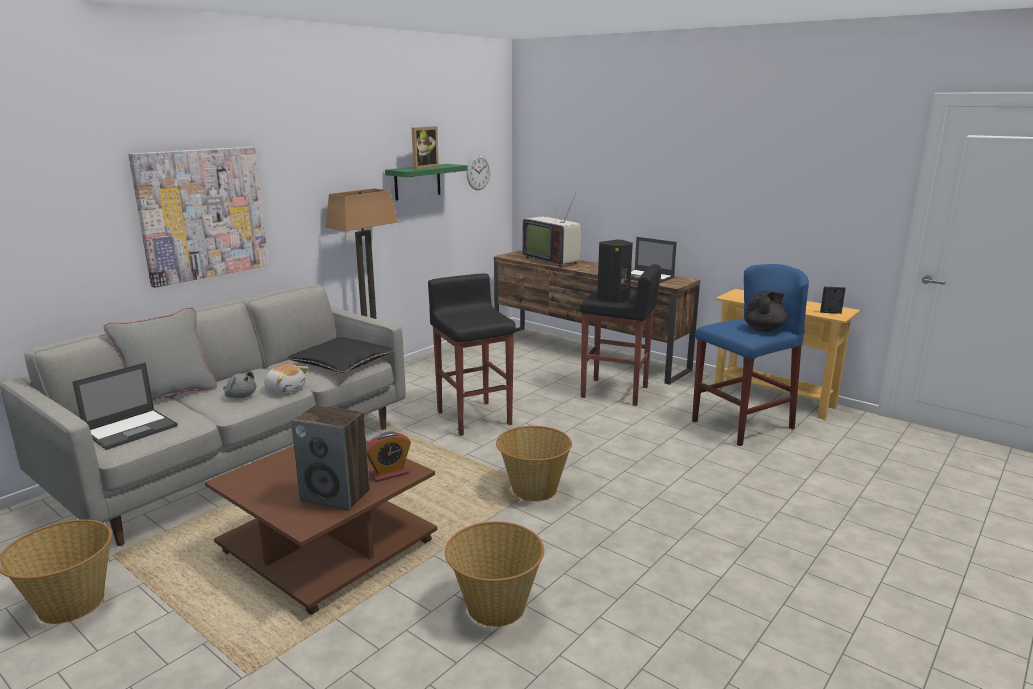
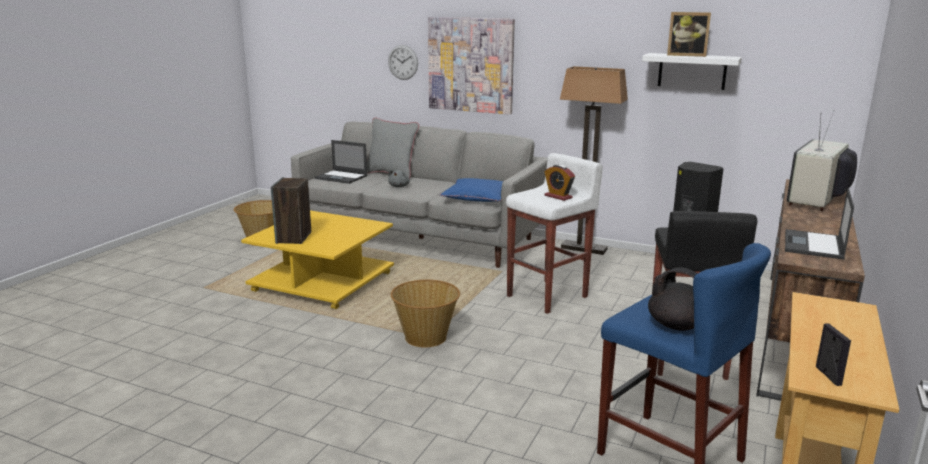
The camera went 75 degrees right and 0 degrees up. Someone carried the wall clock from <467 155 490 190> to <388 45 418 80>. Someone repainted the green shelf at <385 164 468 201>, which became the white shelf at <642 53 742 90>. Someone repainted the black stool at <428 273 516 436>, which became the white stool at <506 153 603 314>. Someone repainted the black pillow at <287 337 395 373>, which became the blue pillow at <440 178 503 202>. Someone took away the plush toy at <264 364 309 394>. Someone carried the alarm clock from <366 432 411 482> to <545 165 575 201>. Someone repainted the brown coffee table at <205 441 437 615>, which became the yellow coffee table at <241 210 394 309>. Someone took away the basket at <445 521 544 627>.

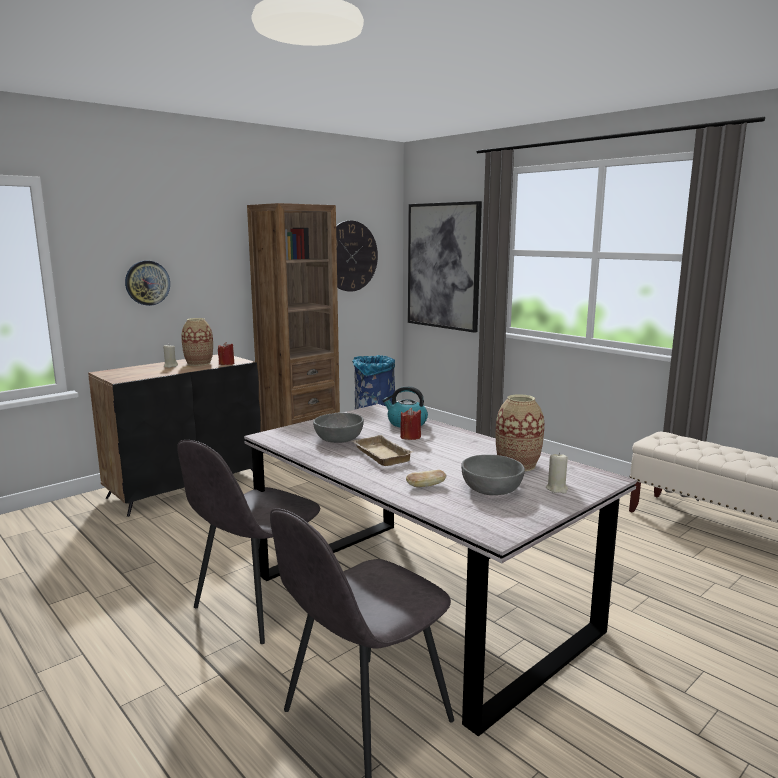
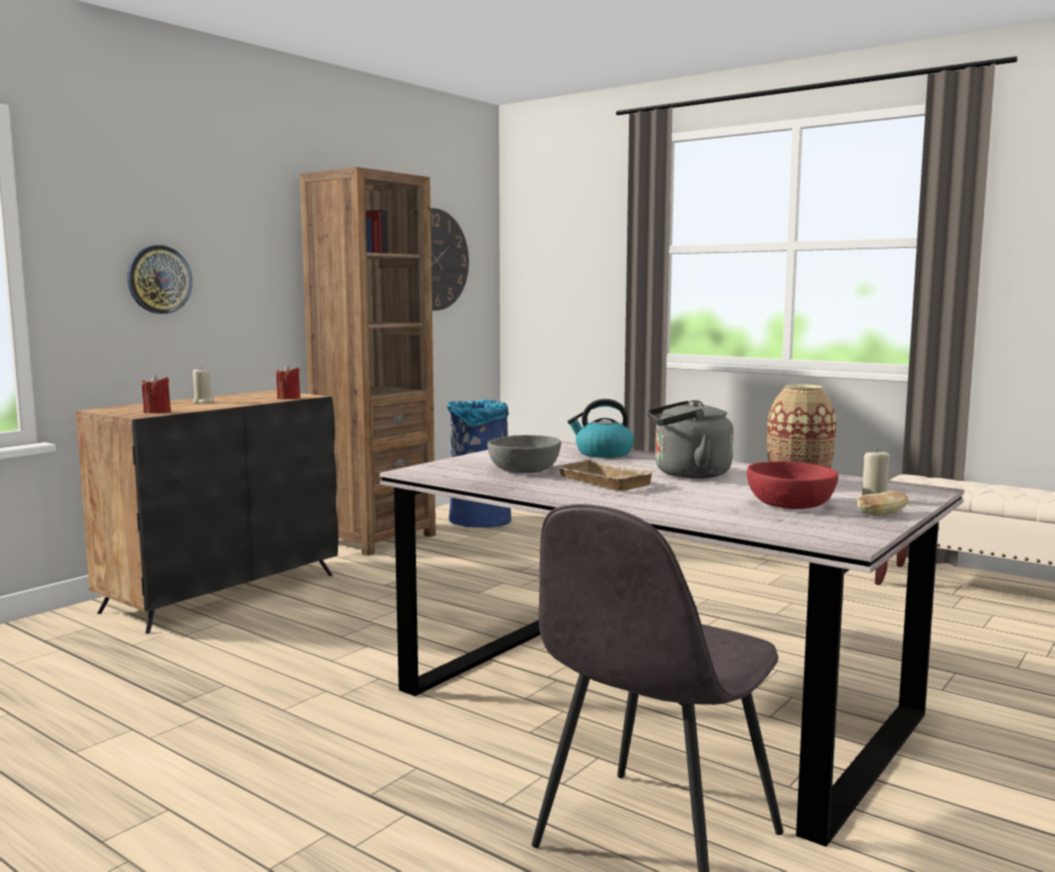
The camera went 10 degrees left and 5 degrees down. Someone took away the picture at <408 201 482 333>. Someone took away the vase at <181 318 213 366>. Someone carried the red candle from <400 407 421 440> to <142 374 171 413>. Someone took away the grey chair at <177 440 320 644>. Someone repainted the grey bowl at <461 455 525 495>, which became the red bowl at <747 461 838 509>. Someone carried the bread from <406 470 446 487> to <856 491 909 516>. Someone put down the grey kettle at <647 400 733 478>.

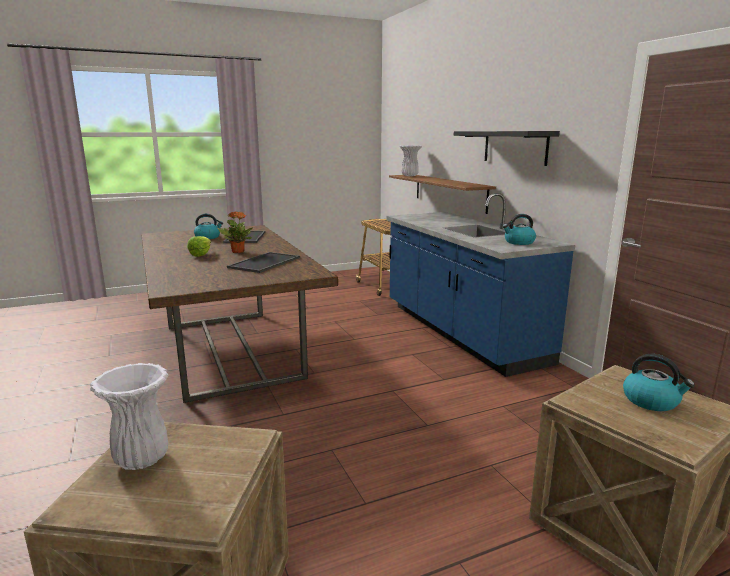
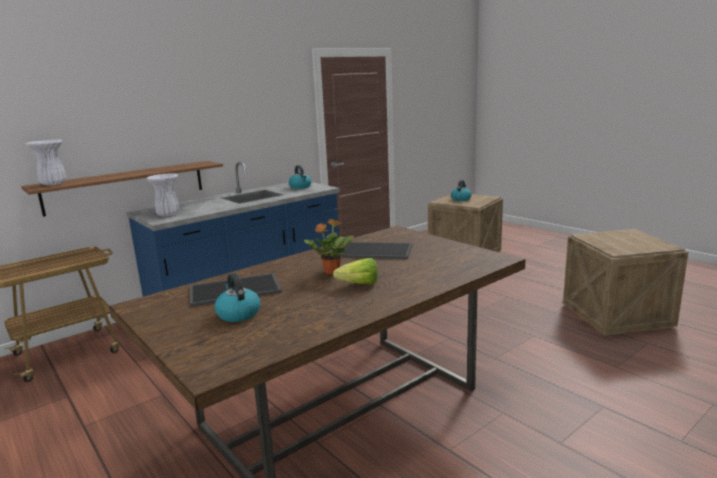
The camera went 105 degrees left and 0 degrees up. Someone took away the black shelf at <454 131 560 166>. Someone carried the white vase from <90 363 168 470> to <146 174 179 217>.

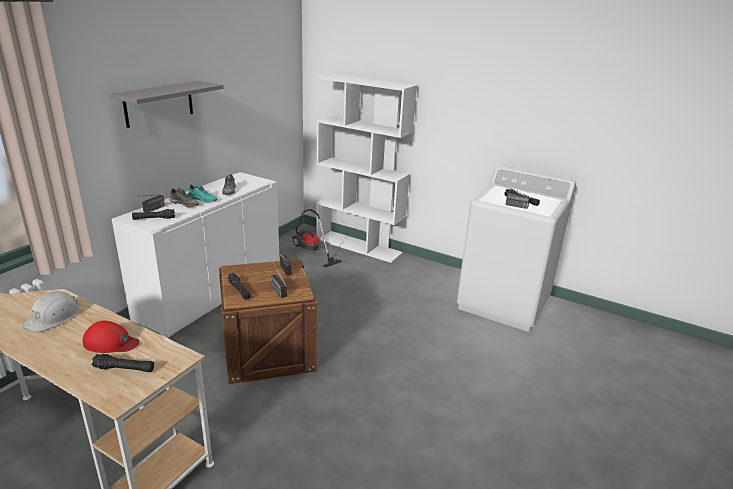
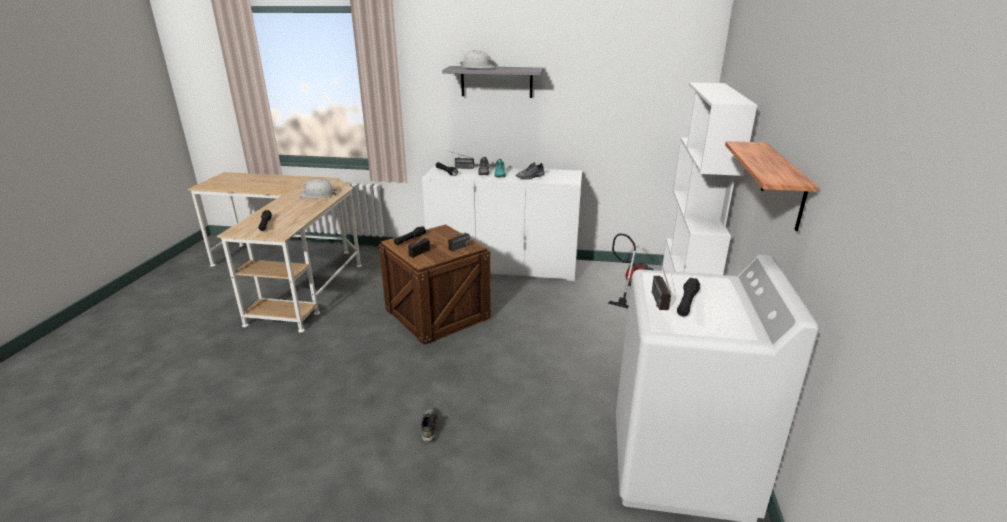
The camera went 70 degrees right and 0 degrees up. Someone took away the red cap at <83 321 140 353>. Someone put down the white hard hat at <459 50 496 68>. Someone put up the shelf at <725 141 818 231>. Someone put down the grey shoe at <421 408 437 442>.

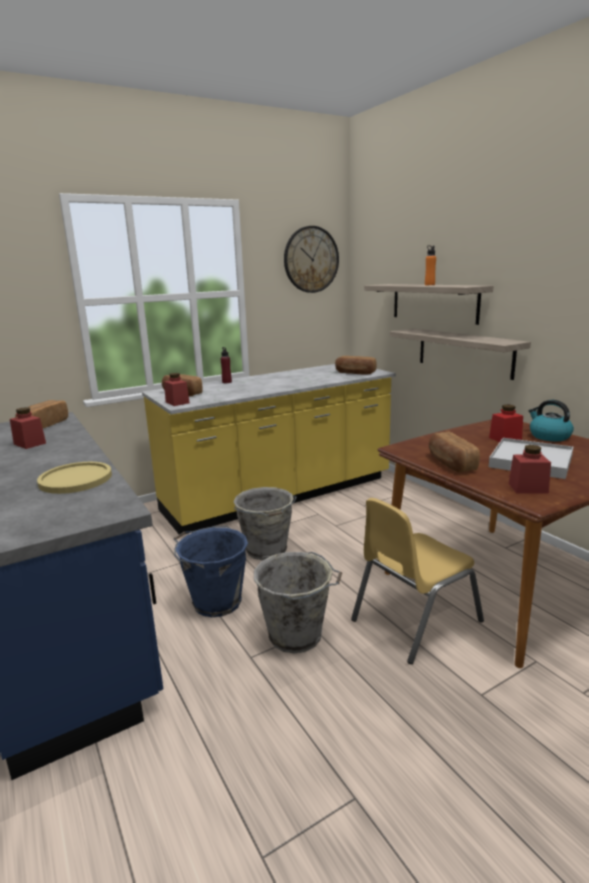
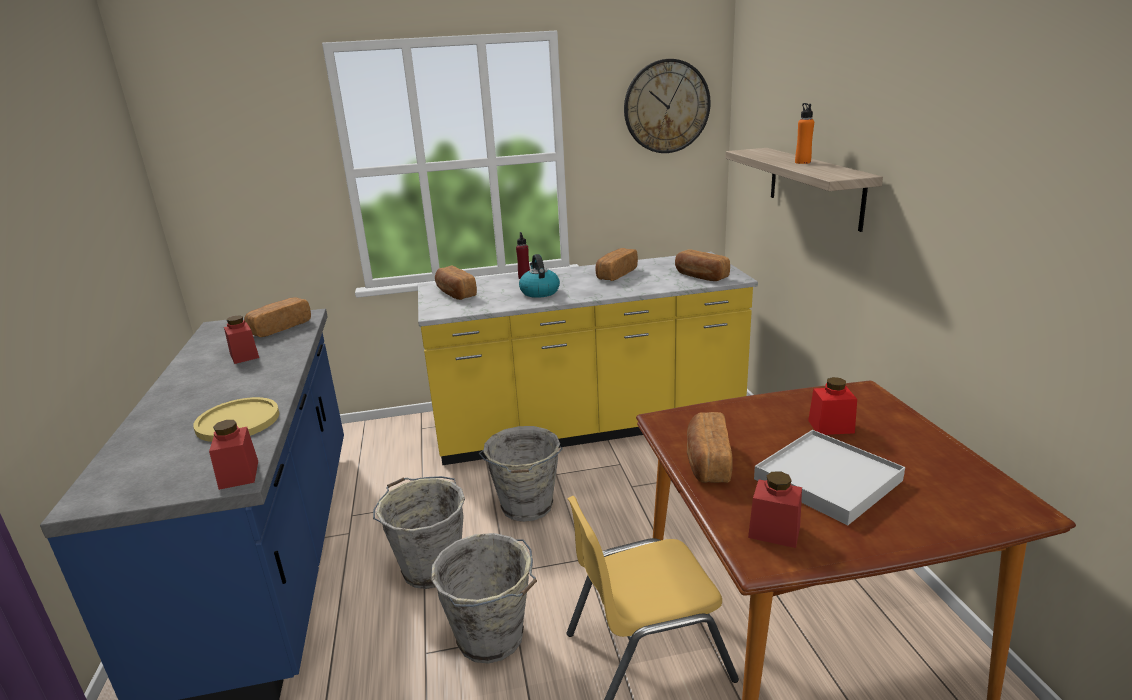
The camera went 20 degrees right and 5 degrees up. Someone took away the shelf at <390 328 531 380>. Someone carried the red jar from <164 373 190 406> to <209 420 258 490>. Someone carried the kettle from <529 400 574 441> to <519 254 560 298>. Someone repainted the blue bucket at <174 526 248 617>, which became the grey bucket at <373 476 465 589>. Someone put down the bread at <596 248 638 281>.

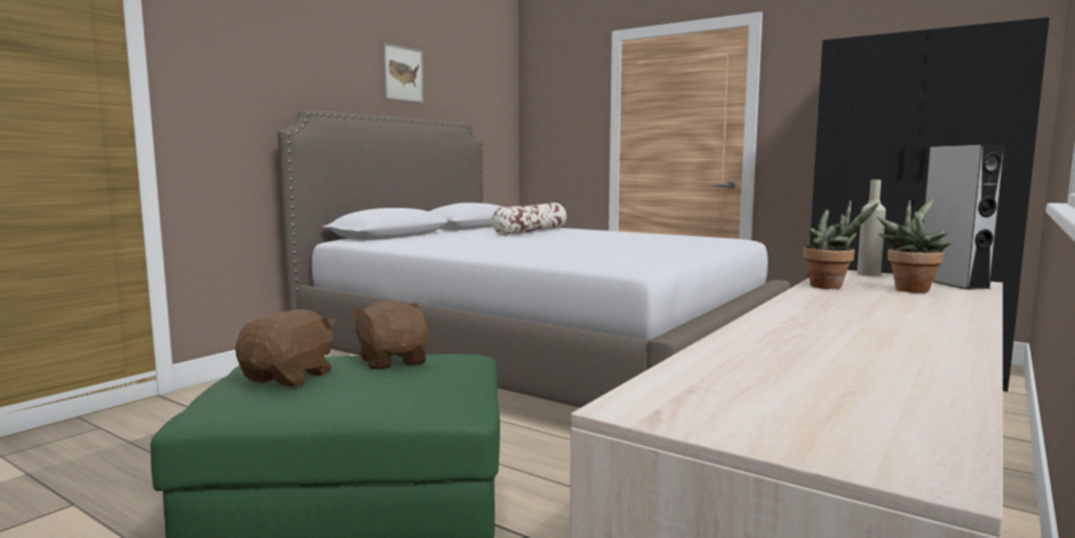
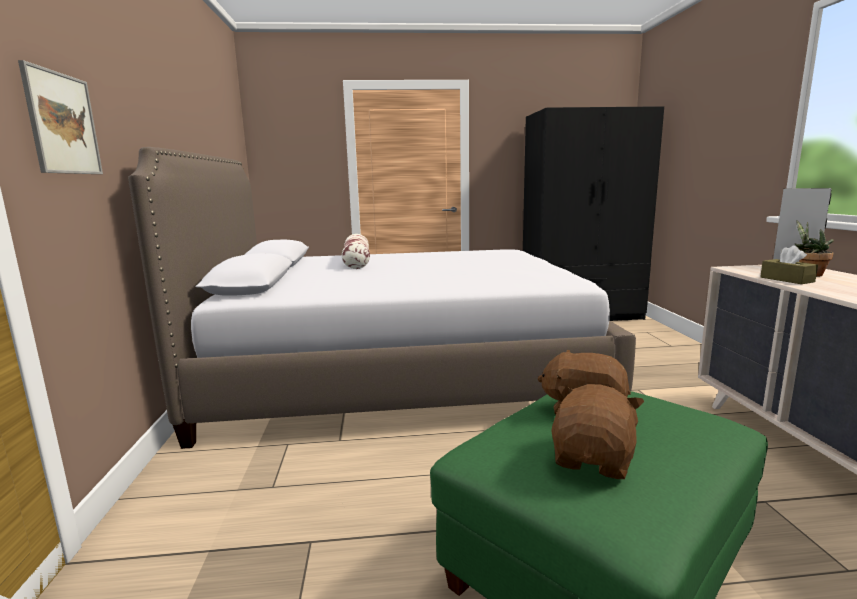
The camera went 40 degrees left and 5 degrees up. Someone carried the picture from <382 43 424 103> to <18 60 103 174>. Someone took away the beige bottle at <857 180 886 276>. Someone swapped the potted plant at <803 200 879 289> for the brown tissue box at <760 246 818 284>. Someone rotated the brown plush toy at <235 309 335 387> by 45 degrees clockwise.

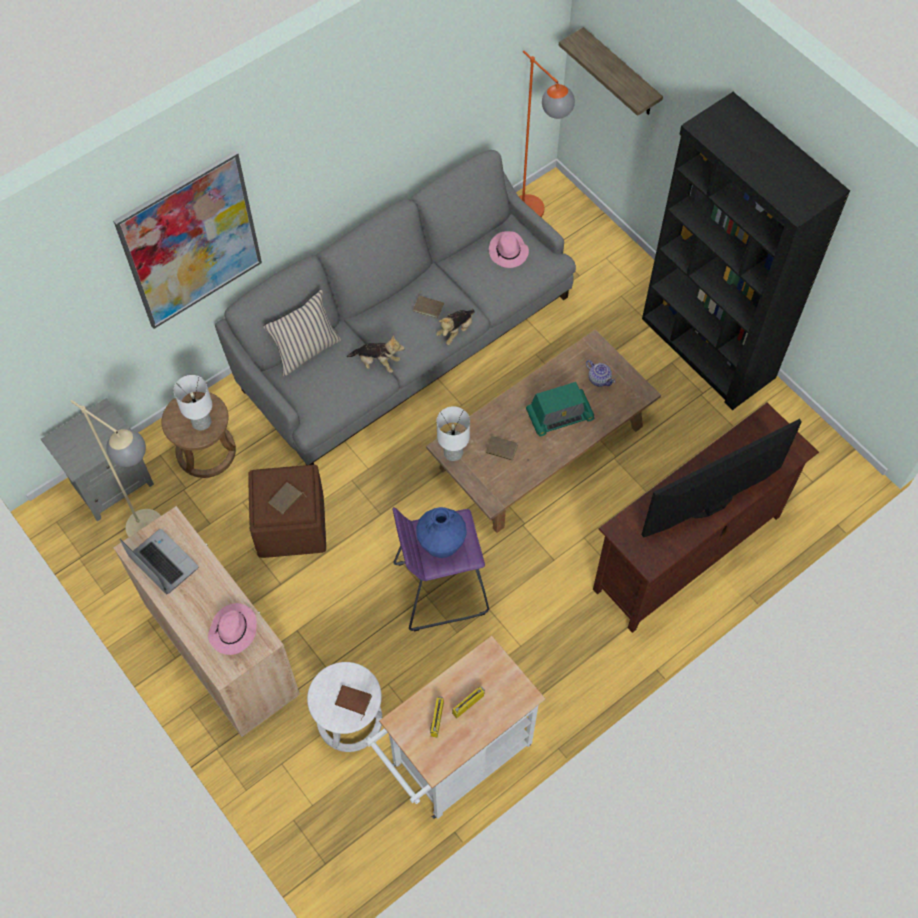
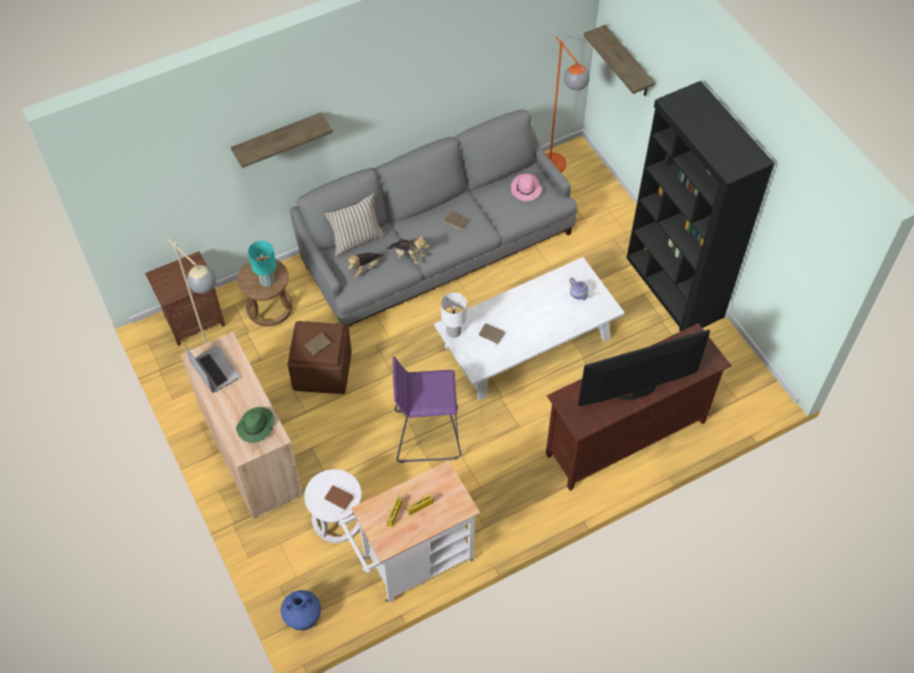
The camera went 10 degrees right and 5 degrees down. Someone swapped the picture at <113 150 262 329> for the shelf at <231 112 333 168>. Someone carried the plush toy from <436 309 475 345> to <347 252 383 278>. Someone repainted the brown coffee table at <426 330 661 533>, which became the white coffee table at <434 257 625 400>. Someone repainted the white table lamp at <174 375 212 430>, which became the turquoise table lamp at <248 241 276 286>. Someone took away the radio at <526 382 594 436>. Someone repainted the grey nightstand at <41 398 154 521>, which became the brown nightstand at <145 251 226 346>. Someone carried the blue vase from <416 507 467 558> to <281 590 321 631>. Someone repainted the pink hat at <208 603 257 655>, which became the green hat at <236 407 274 443>.

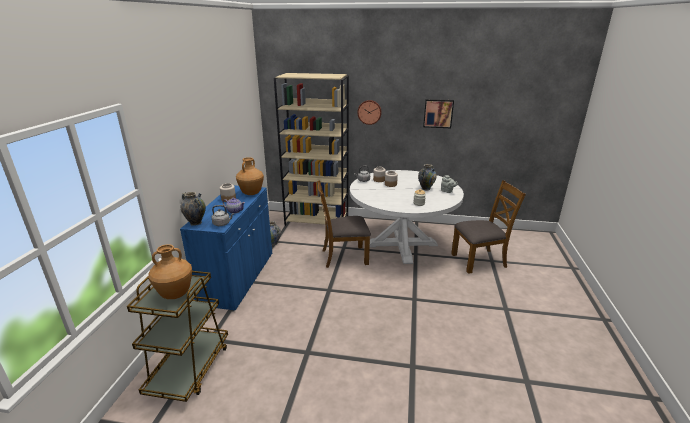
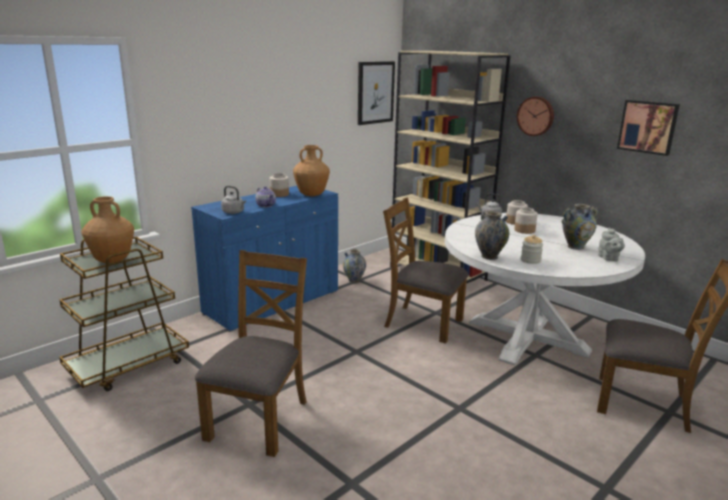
The camera went 35 degrees right and 5 degrees down. Someone carried the vase from <181 192 206 226> to <475 211 509 260>. Someone put up the picture at <358 61 395 125>. Someone put down the brown chair at <195 250 307 457>.

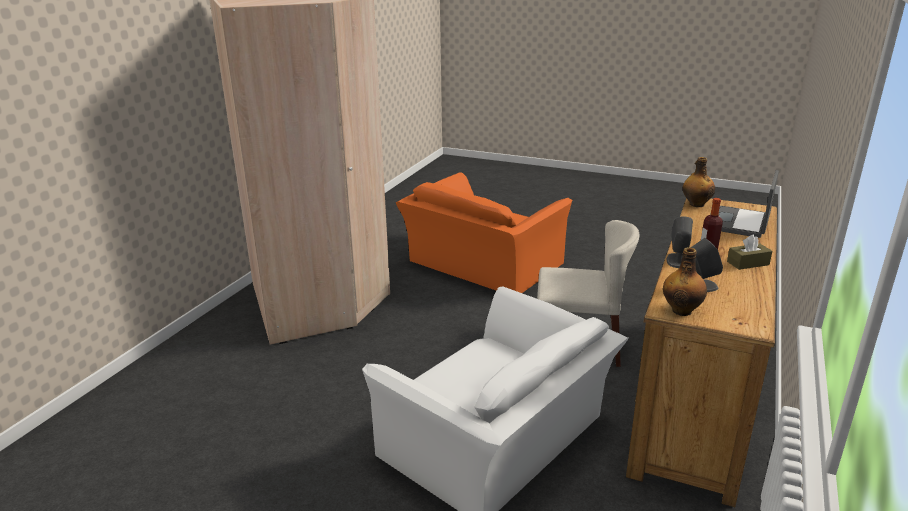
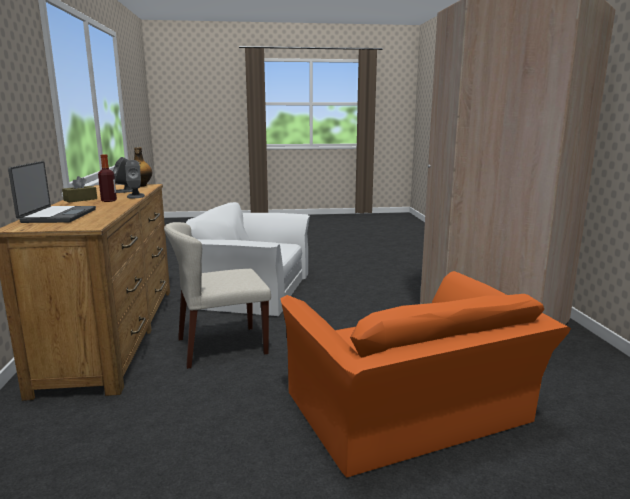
The camera went 150 degrees right and 10 degrees down. Someone took away the bottle at <682 157 715 207>. Someone rotated the orange armchair at <396 172 572 293> by 150 degrees clockwise.

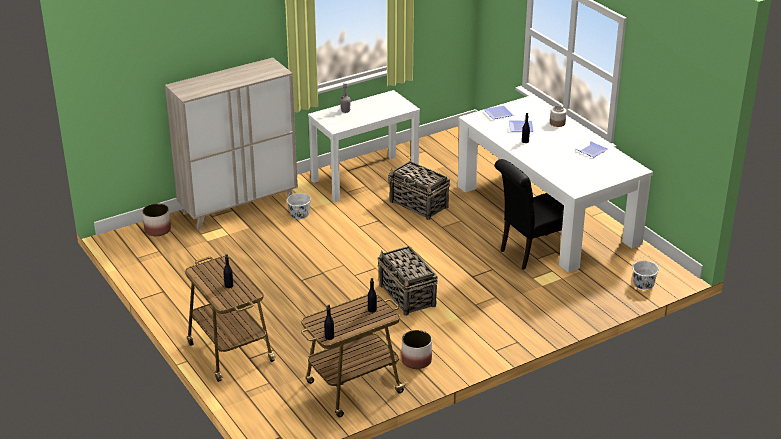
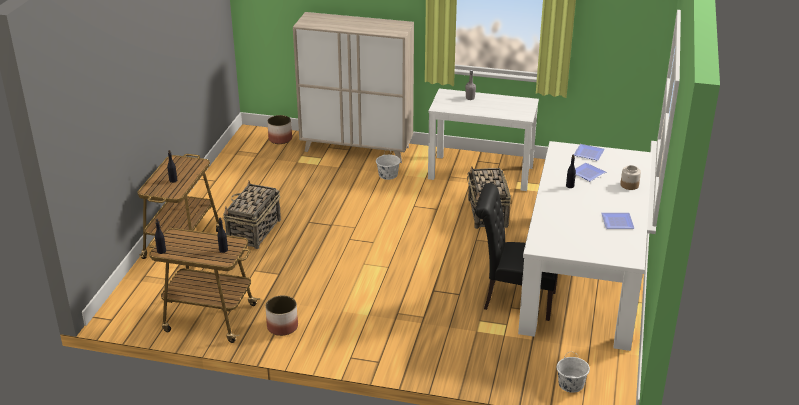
The camera went 45 degrees right and 0 degrees up. Someone carried the basket from <377 246 438 316> to <223 181 281 249>.

